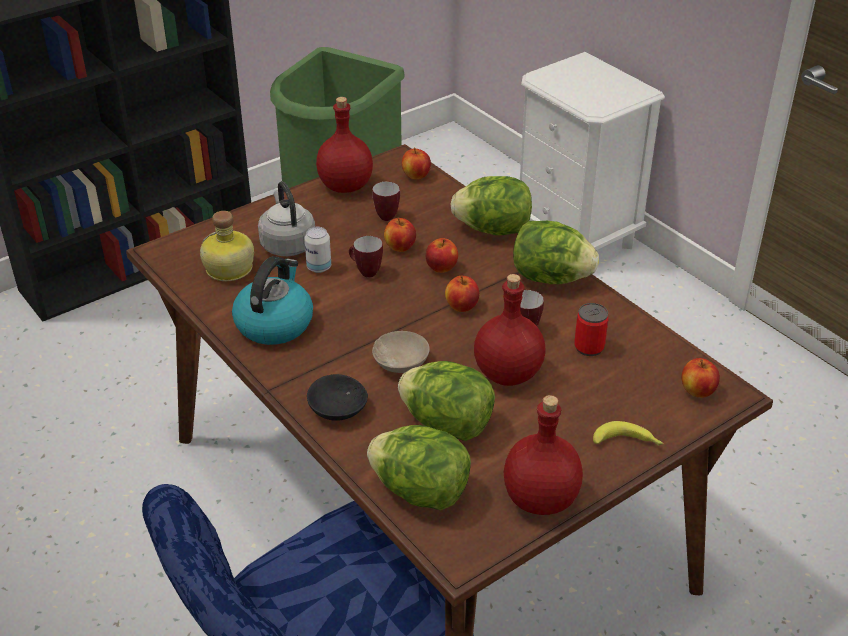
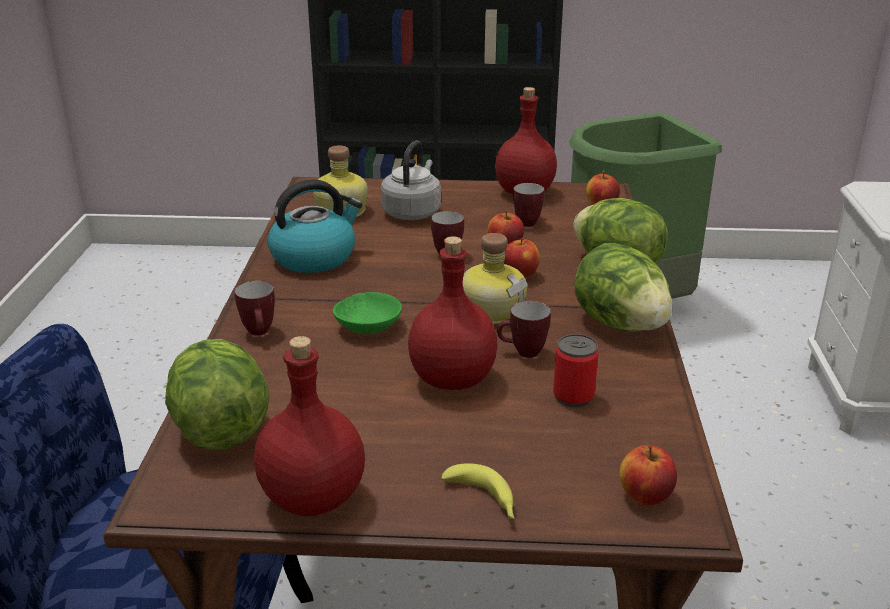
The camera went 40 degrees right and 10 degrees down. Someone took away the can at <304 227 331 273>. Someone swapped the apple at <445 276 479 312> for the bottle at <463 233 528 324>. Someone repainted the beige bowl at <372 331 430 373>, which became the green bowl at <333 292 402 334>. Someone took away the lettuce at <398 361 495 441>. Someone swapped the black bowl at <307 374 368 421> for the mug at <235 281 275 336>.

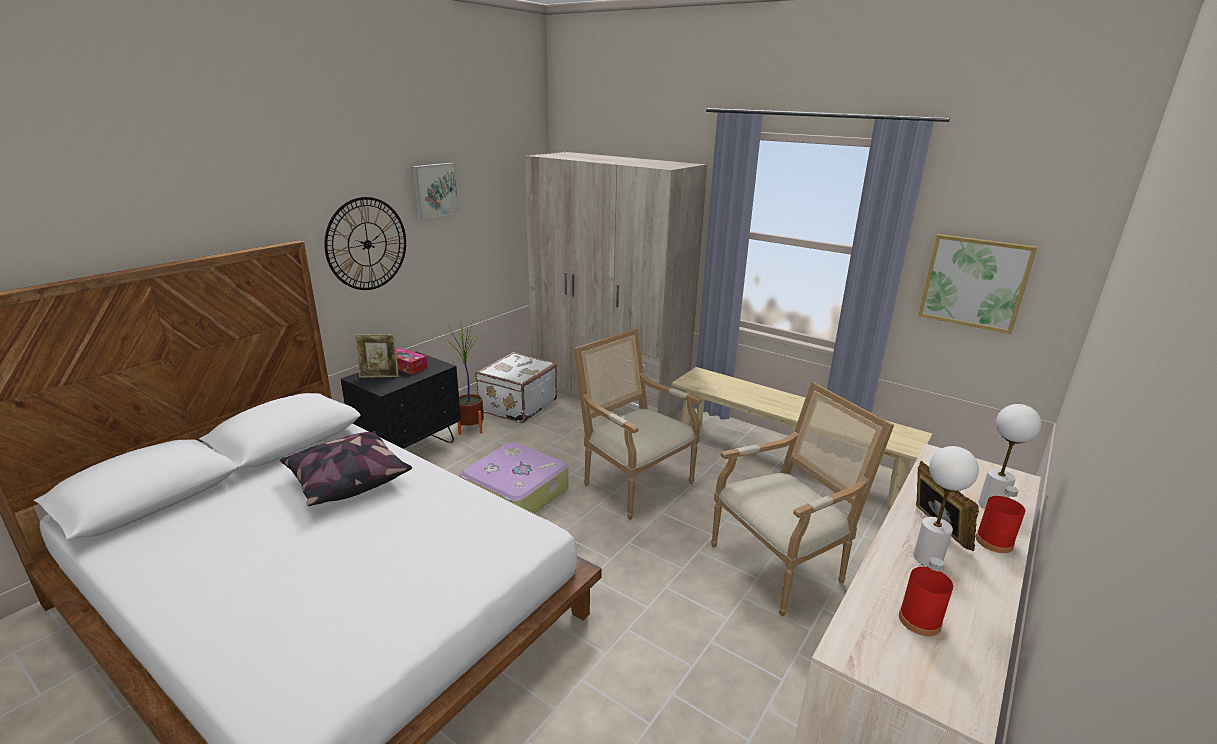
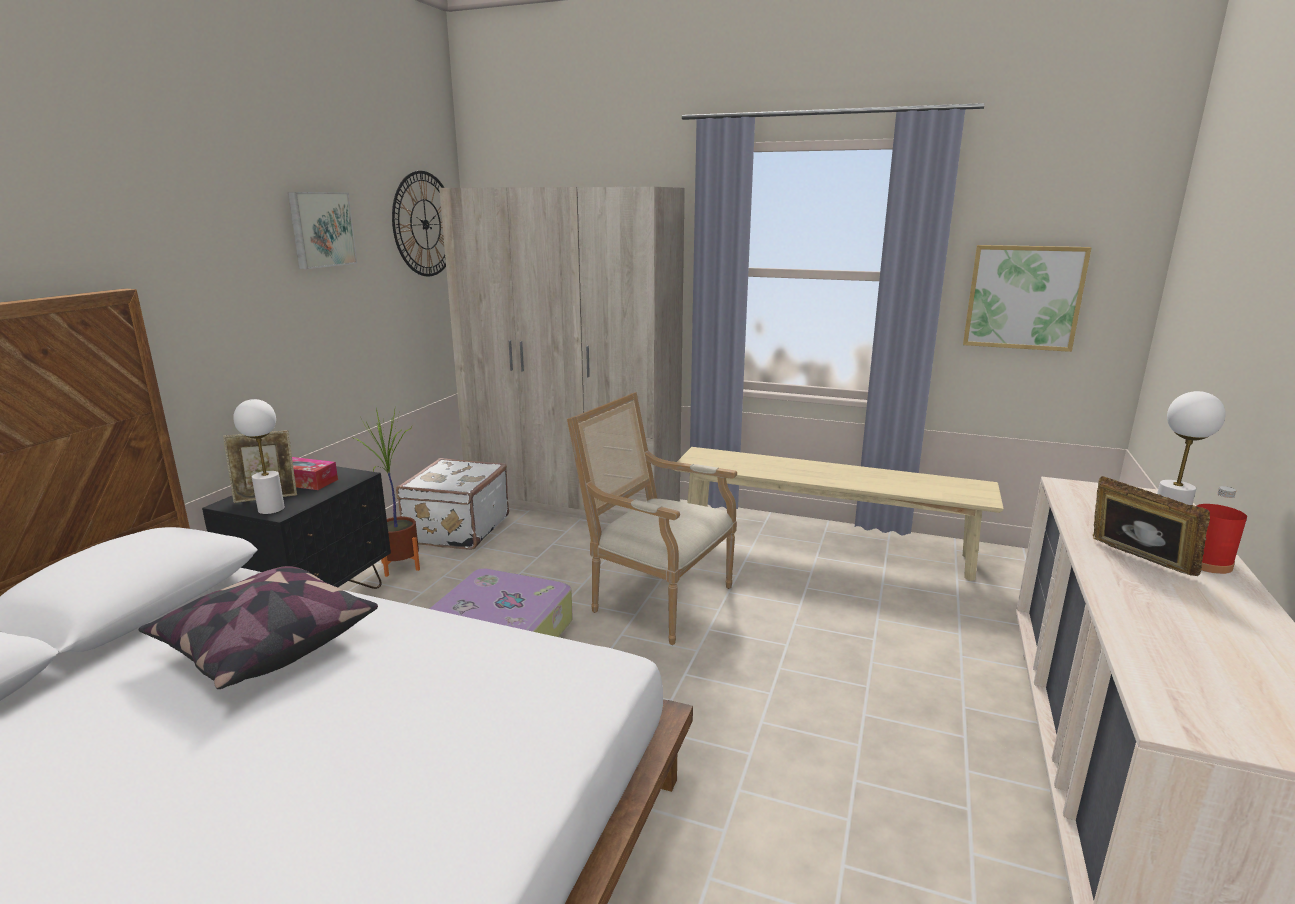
The camera went 15 degrees left and 5 degrees down. Someone carried the wall clock from <324 197 406 290> to <392 171 446 277>. Someone took away the armchair at <711 382 894 617>. Someone carried the white table lamp from <913 446 979 567> to <233 399 285 514>. Someone took away the red bottle at <899 557 953 636>.

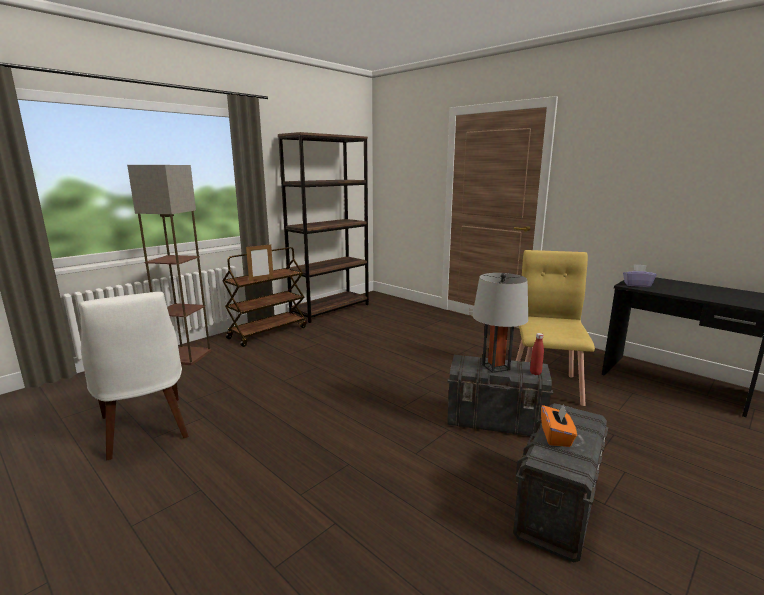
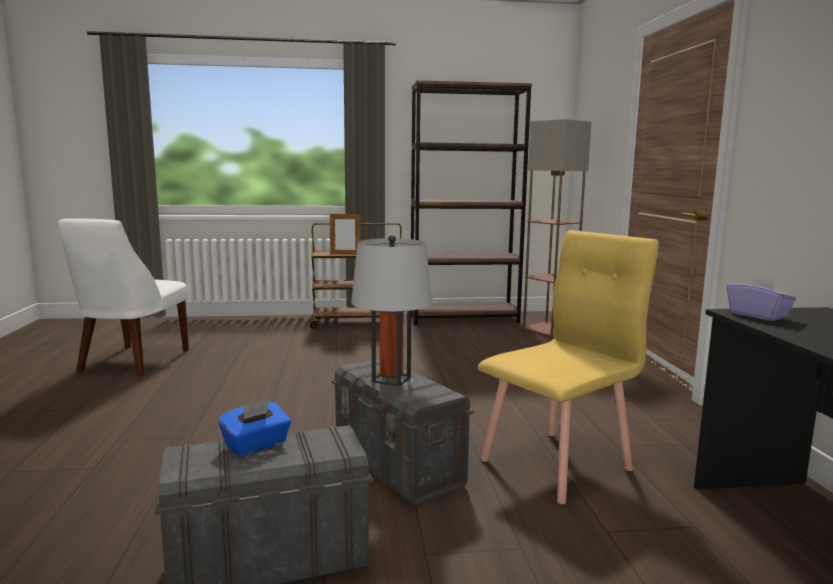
The camera went 40 degrees right and 5 degrees down. Someone carried the floor lamp from <127 165 212 365> to <521 119 591 338>. Someone took away the red bottle at <530 333 544 375>. Someone repainted the orange tissue box at <541 404 577 447>, which became the blue tissue box at <218 399 291 456>.

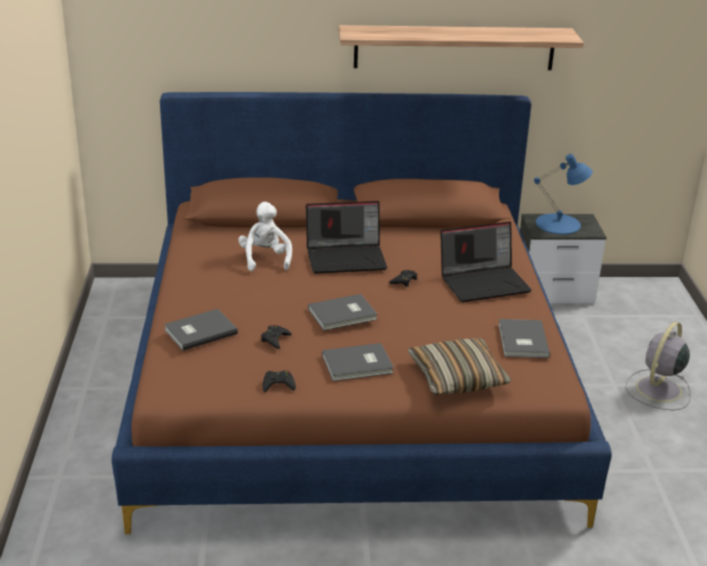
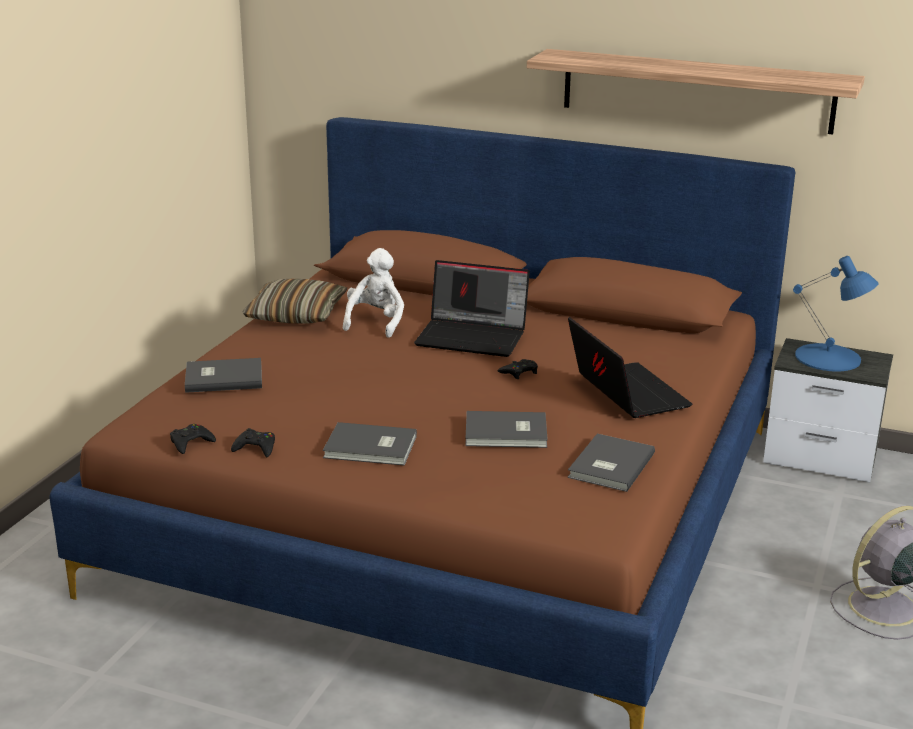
The camera went 25 degrees right and 5 degrees down. Someone rotated the laptop at <440 222 532 302> by 120 degrees counterclockwise. Someone carried the grey book from <308 294 378 331> to <465 411 548 448>. Someone carried the black game controller from <261 325 292 349> to <170 424 216 454>. Someone carried the pillow from <408 338 511 395> to <242 279 347 324>.

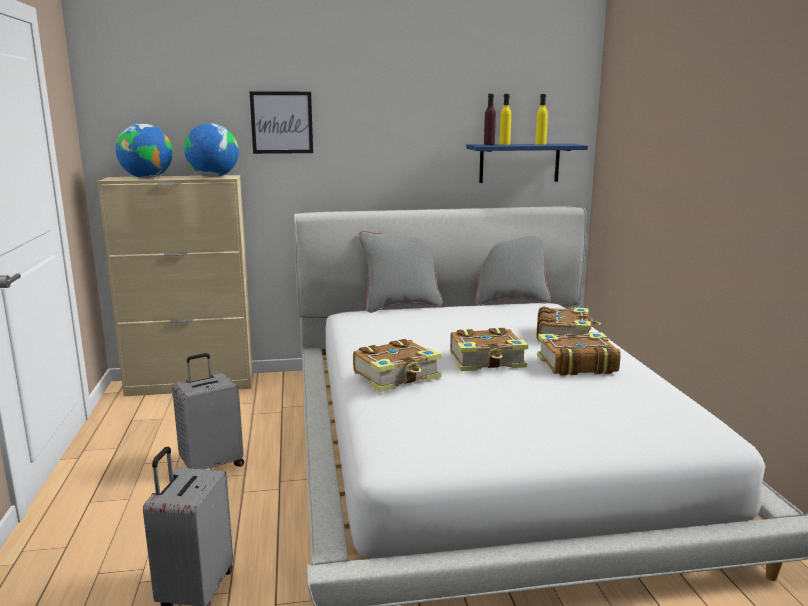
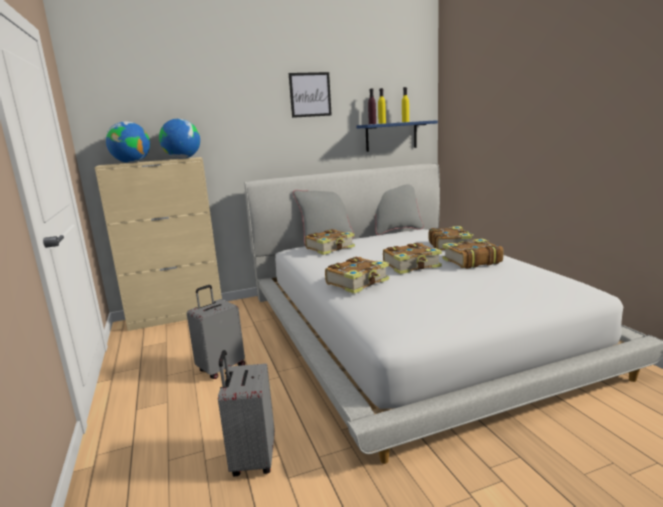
The camera went 10 degrees left and 0 degrees up. Someone carried the picture from <250 91 313 154> to <289 72 332 118>. Someone put down the book at <305 229 355 255>.

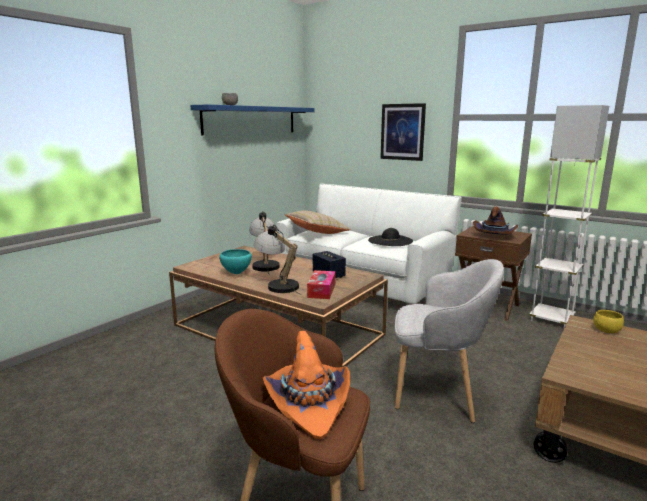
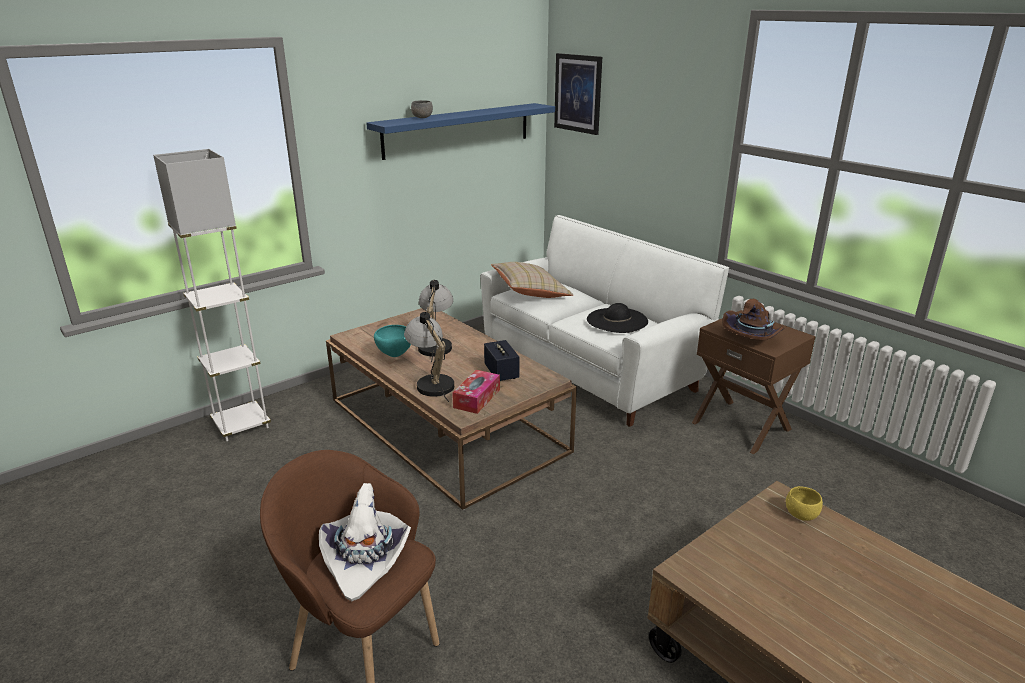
The camera went 15 degrees right and 10 degrees up. Someone carried the picture from <380 103 426 161> to <554 53 602 135>. Someone carried the white floor lamp from <529 105 609 328> to <153 149 271 441>. Someone took away the grey armchair at <395 259 504 423>. Someone repainted the orange hat at <263 331 350 440>, which became the white hat at <319 483 411 601>.

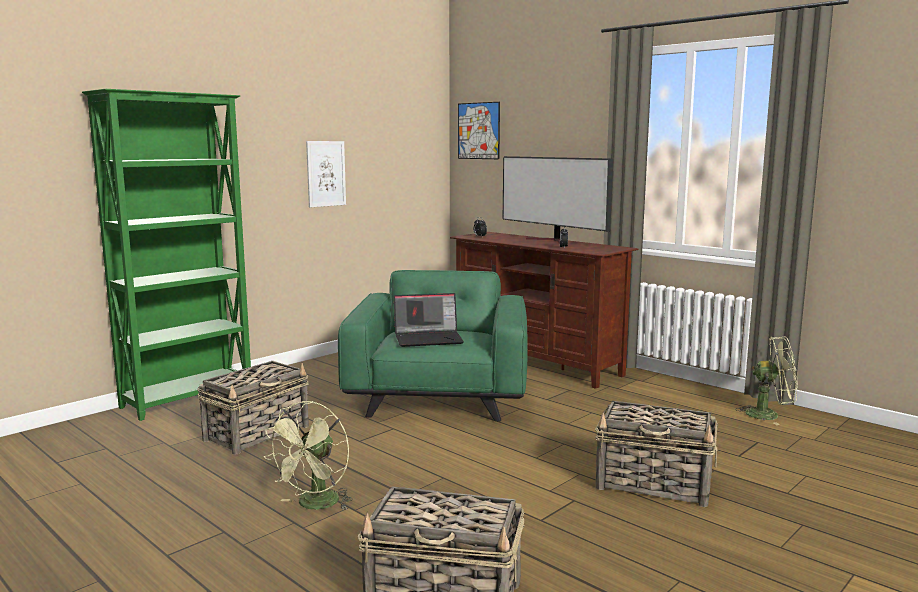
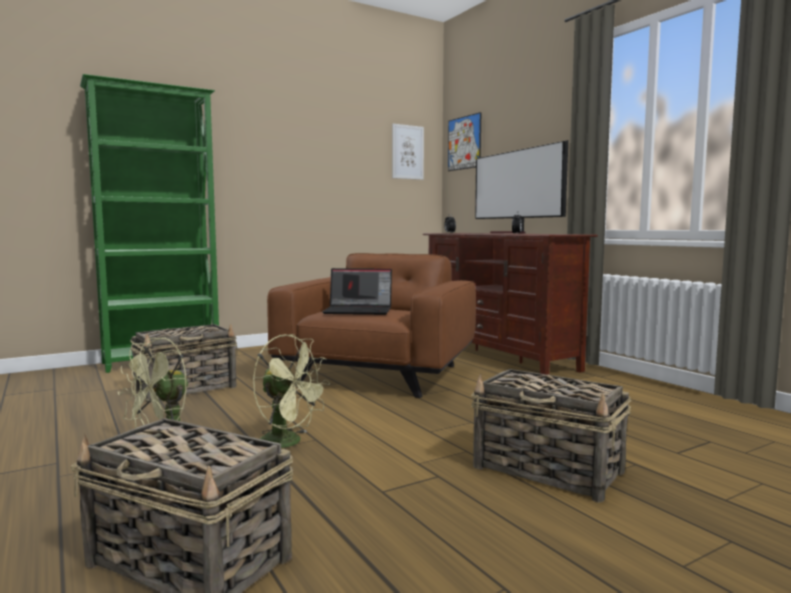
The camera went 15 degrees right and 5 degrees down. Someone carried the picture from <306 141 346 207> to <392 124 424 180>. Someone repainted the green armchair at <338 270 528 421>, which became the brown armchair at <267 253 476 398>. Someone carried the green fan from <735 337 798 425> to <253 334 330 448>.

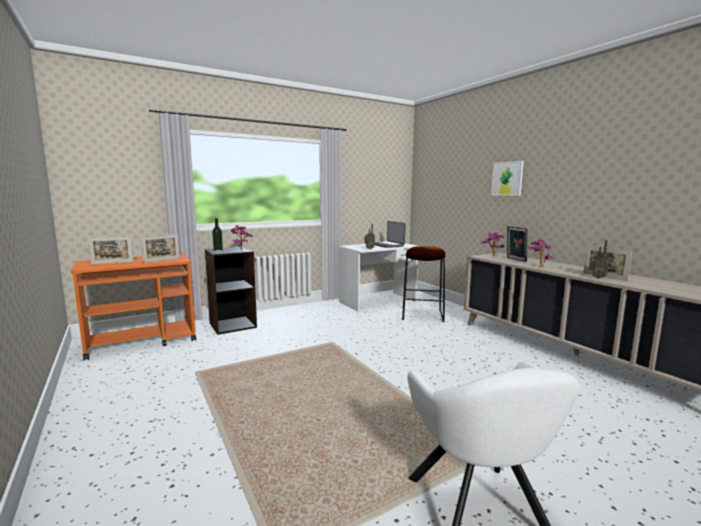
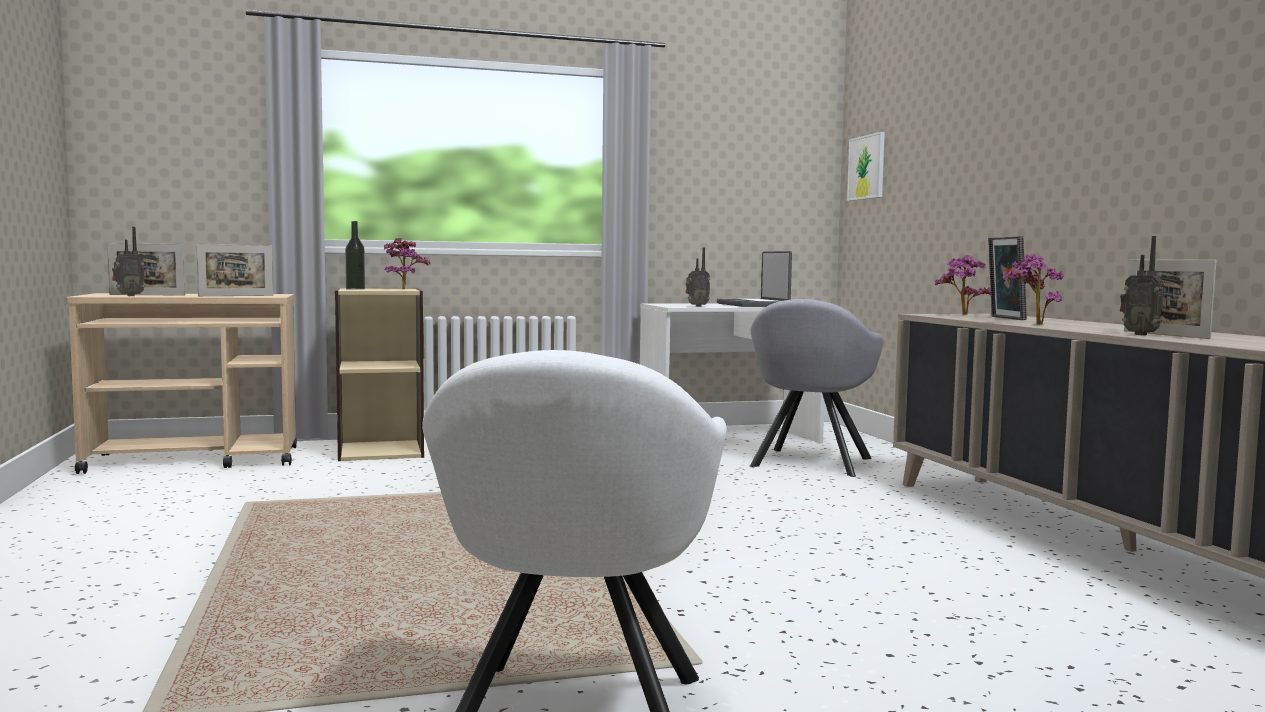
The camera went 15 degrees right and 5 degrees down. Someone carried the picture from <491 161 524 196> to <847 132 885 201>. Someone swapped the brown stool at <402 246 446 322> for the grey armchair at <750 299 884 477>. Someone repainted the black bookcase at <205 247 257 335>, which became the beige bookcase at <335 288 424 461>. Someone repainted the orange cart at <71 254 196 360>, which became the beige cart at <66 293 297 474>. Someone put down the radio at <112 227 145 296>.

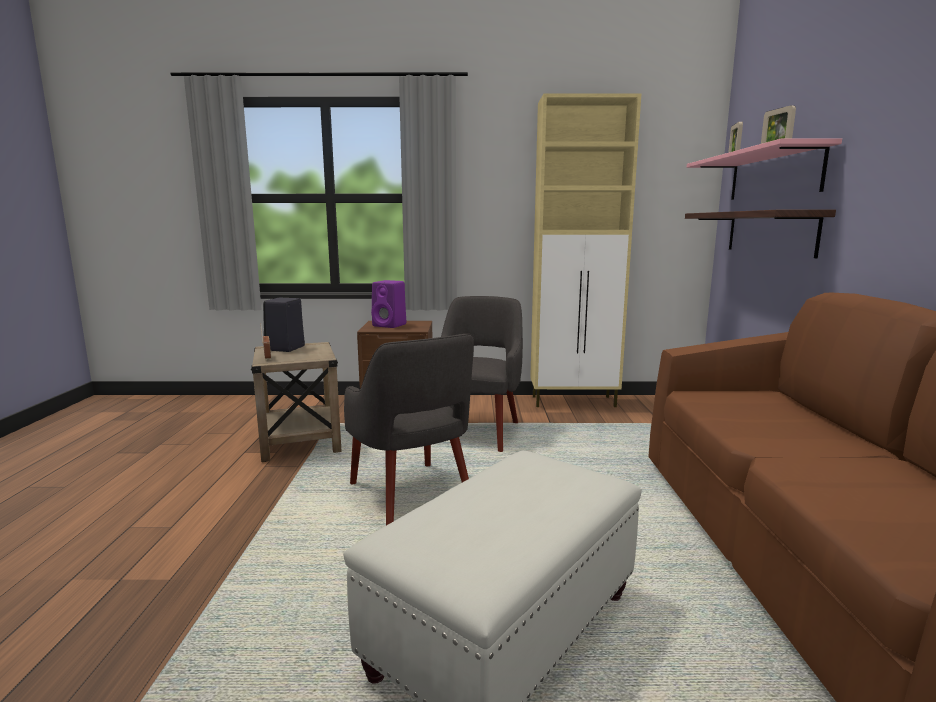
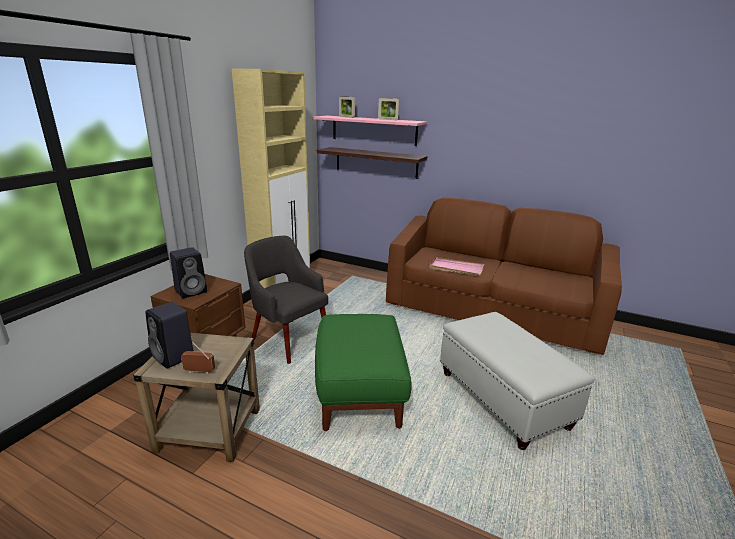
The camera went 65 degrees left and 10 degrees up. Someone repainted the purple speaker at <371 280 406 328>, which became the black speaker at <170 247 207 298>. Someone swapped the grey armchair at <344 334 474 525> for the green ottoman at <315 314 412 431>. Someone put down the pink tray at <430 257 484 276>.

